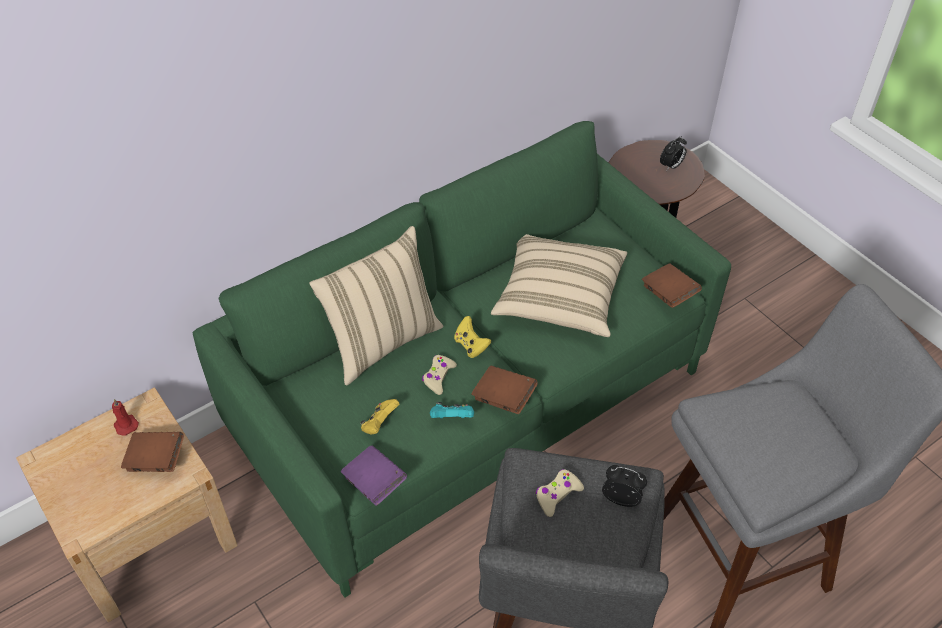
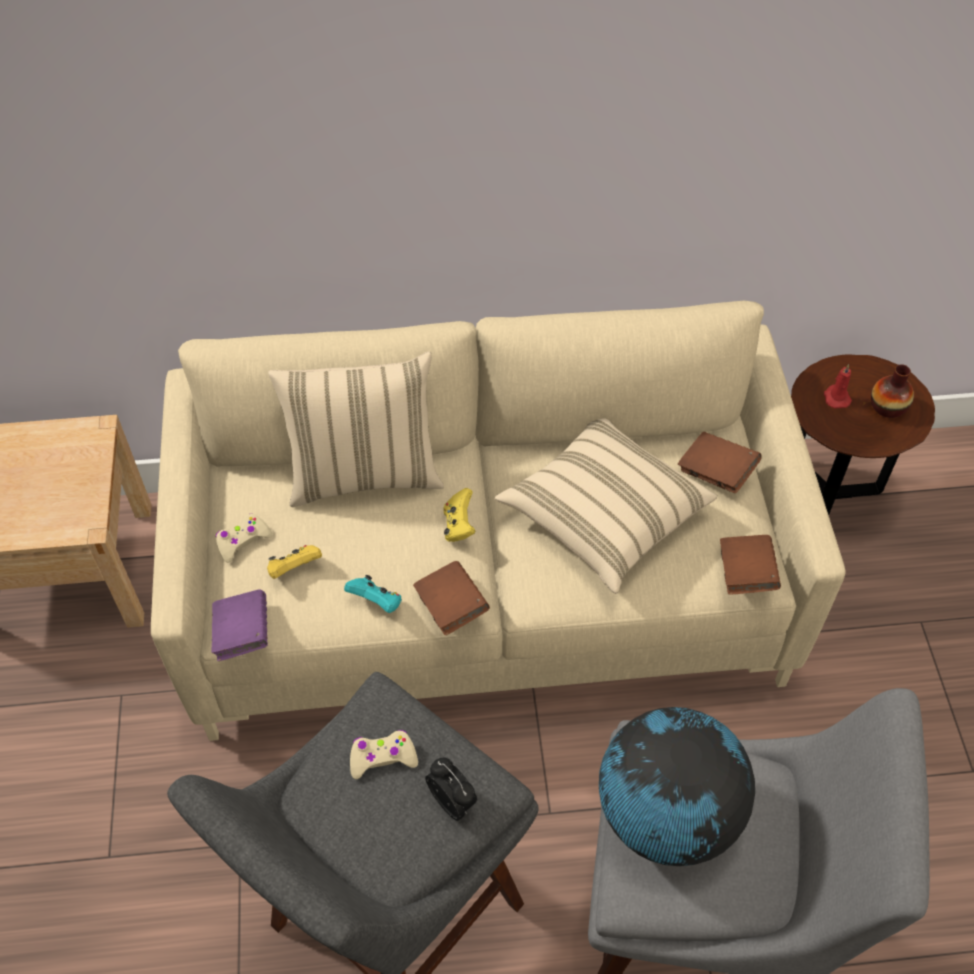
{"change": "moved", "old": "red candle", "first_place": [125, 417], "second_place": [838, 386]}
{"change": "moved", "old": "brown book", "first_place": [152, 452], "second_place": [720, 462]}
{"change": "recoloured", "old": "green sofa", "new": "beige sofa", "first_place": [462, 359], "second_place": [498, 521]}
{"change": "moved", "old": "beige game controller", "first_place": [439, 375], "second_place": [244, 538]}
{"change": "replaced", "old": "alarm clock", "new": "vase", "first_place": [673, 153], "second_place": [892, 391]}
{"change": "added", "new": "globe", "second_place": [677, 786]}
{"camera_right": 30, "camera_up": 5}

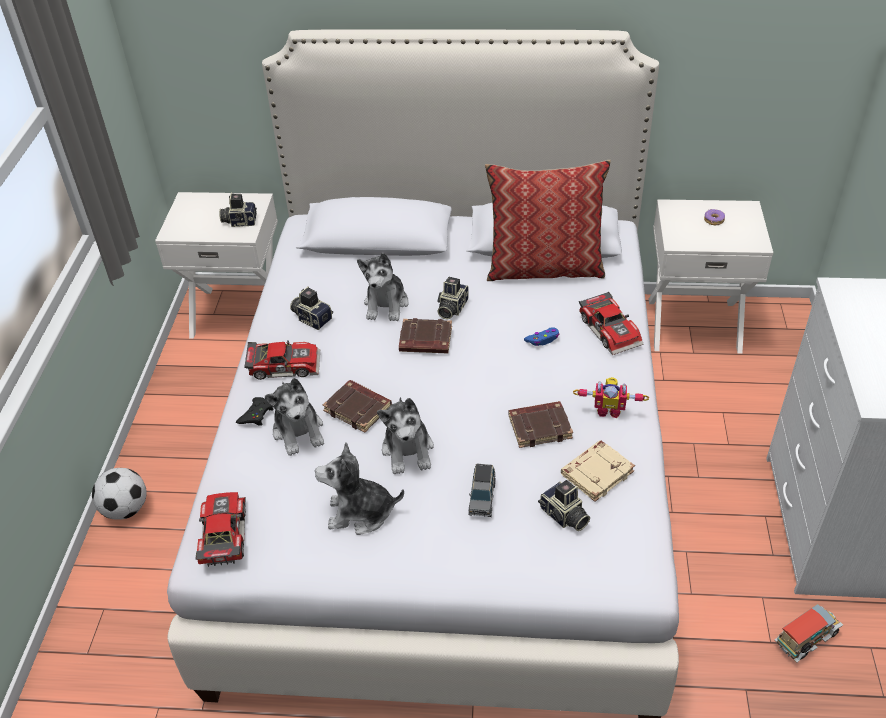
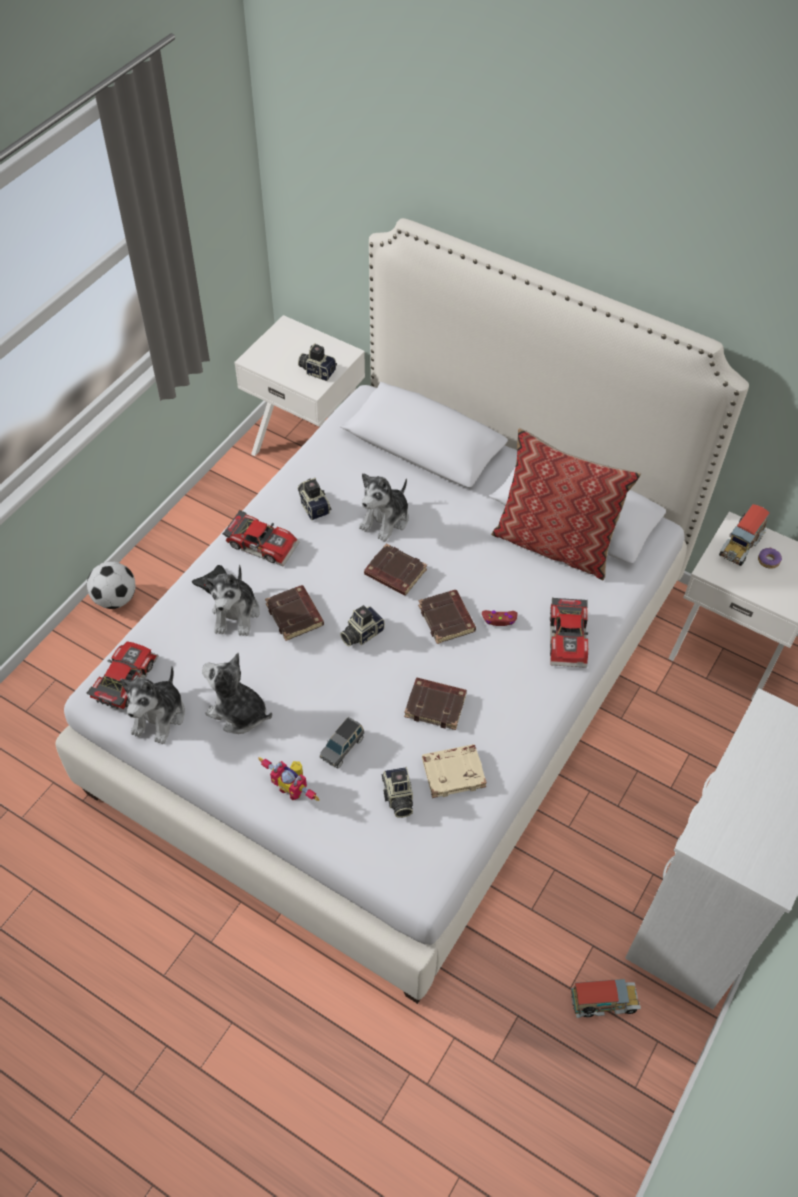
{"change": "moved", "old": "plush toy", "first_place": [405, 436], "second_place": [152, 705]}
{"change": "moved", "old": "photo camera", "first_place": [453, 298], "second_place": [362, 626]}
{"change": "recoloured", "old": "blue game controller", "new": "red game controller", "first_place": [541, 336], "second_place": [499, 618]}
{"change": "moved", "old": "toy robot", "first_place": [611, 397], "second_place": [288, 779]}
{"change": "added", "new": "brown book", "second_place": [447, 617]}
{"change": "added", "new": "toy truck", "second_place": [744, 535]}
{"camera_right": 25, "camera_up": 10}

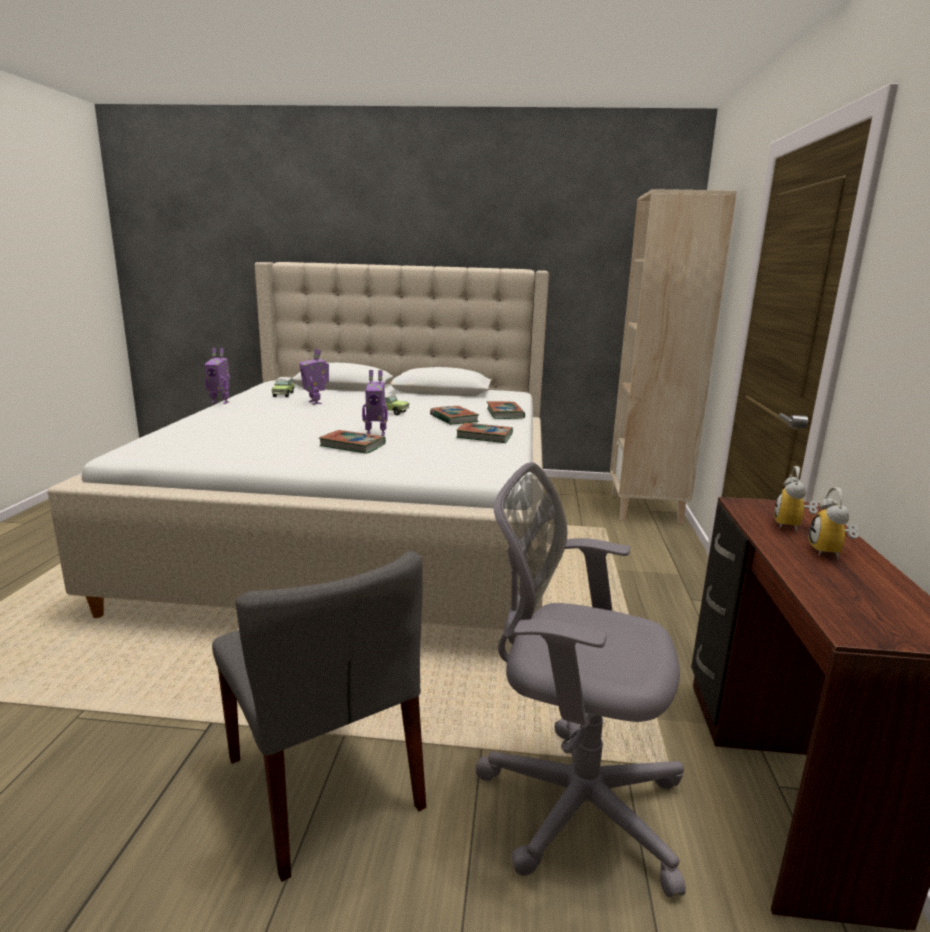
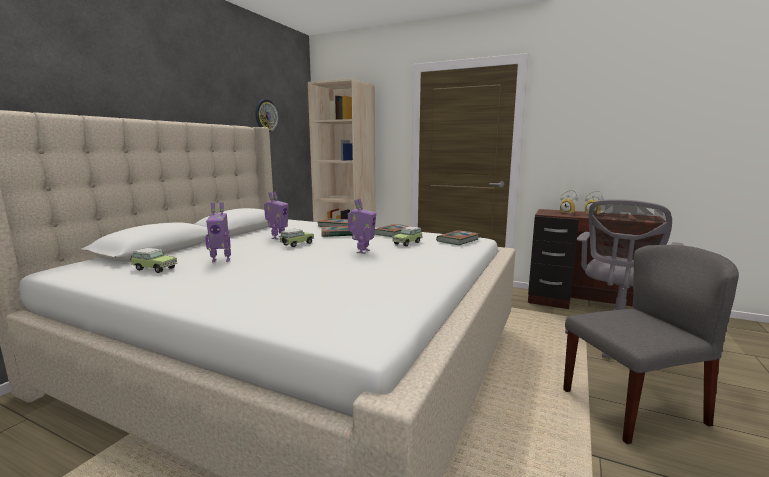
{"change": "moved", "old": "toy robot", "first_place": [217, 376], "second_place": [276, 216]}
{"change": "moved", "old": "book", "first_place": [352, 442], "second_place": [457, 237]}
{"change": "added", "new": "wall clock", "second_place": [267, 116]}
{"change": "added", "new": "toy car", "second_place": [407, 236]}
{"camera_right": -70, "camera_up": -5}

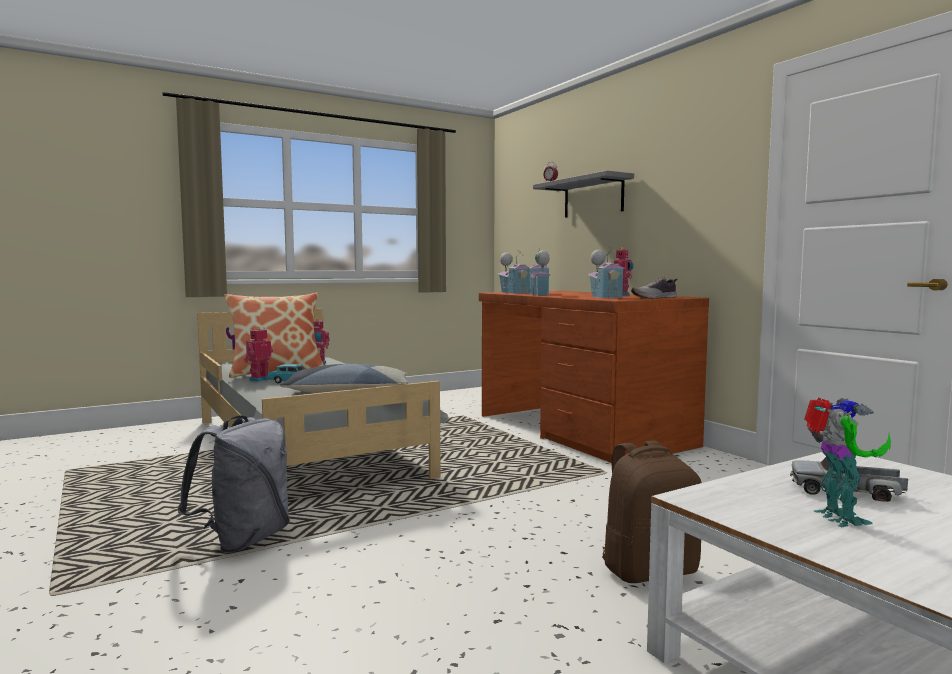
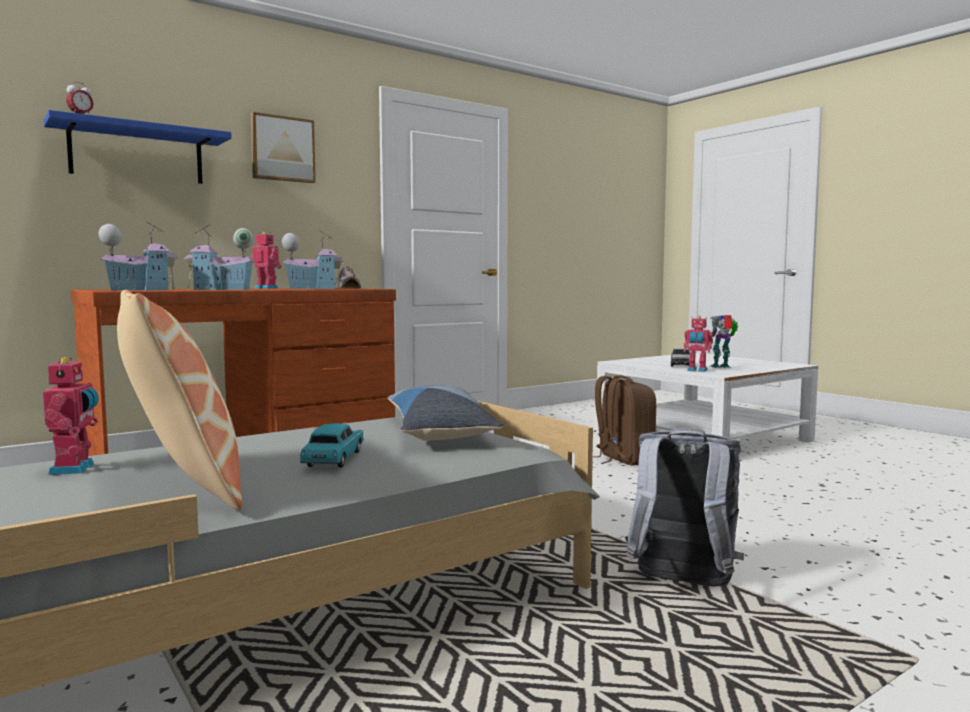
{"change": "moved", "old": "toy robot", "first_place": [258, 354], "second_place": [698, 344]}
{"change": "recoloured", "old": "grey shelf", "new": "blue shelf", "first_place": [583, 194], "second_place": [138, 147]}
{"change": "added", "new": "picture", "second_place": [283, 147]}
{"camera_right": -95, "camera_up": 0}

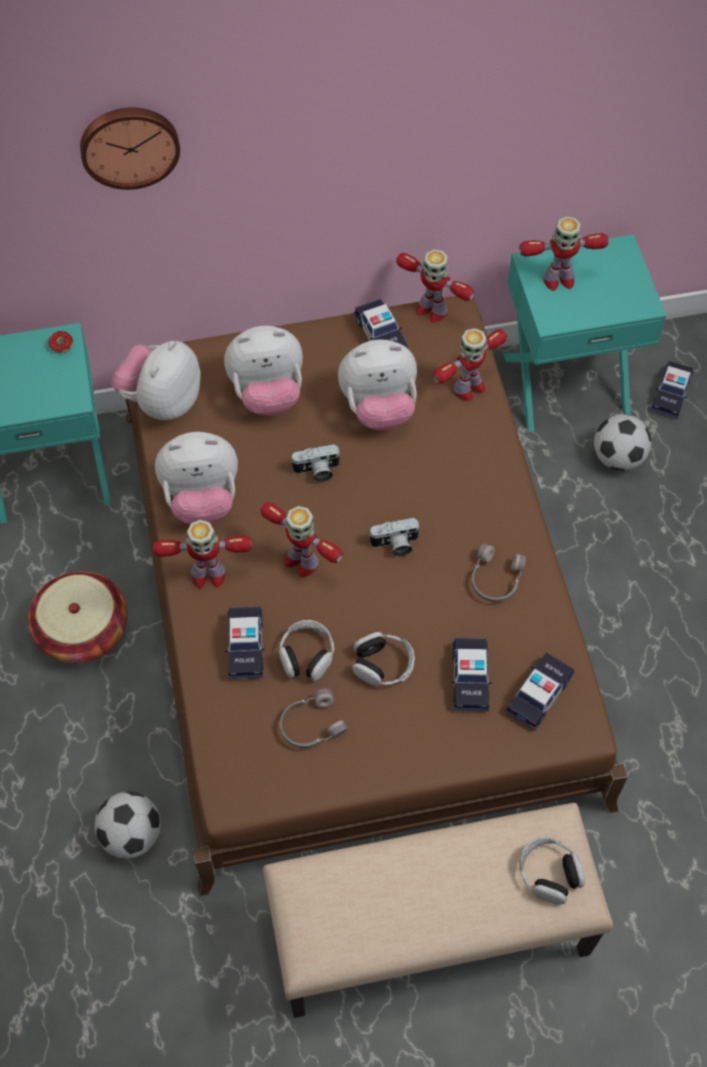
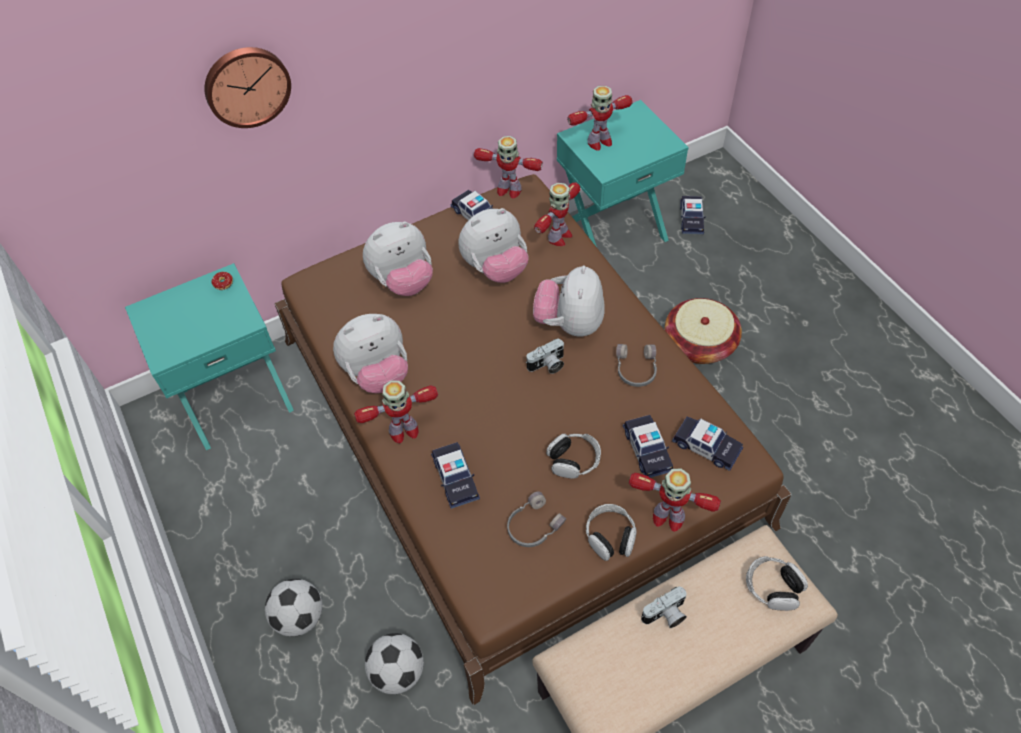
{"change": "moved", "old": "basket", "first_place": [78, 617], "second_place": [703, 331]}
{"change": "moved", "old": "plush toy", "first_place": [156, 380], "second_place": [569, 300]}
{"change": "moved", "old": "toy robot", "first_place": [301, 539], "second_place": [675, 500]}
{"change": "moved", "old": "headphones", "first_place": [306, 651], "second_place": [611, 532]}
{"change": "moved", "old": "photo camera", "first_place": [315, 463], "second_place": [664, 607]}
{"change": "turned", "old": "toy car", "first_place": [540, 691], "second_place": [707, 443], "degrees": 105}
{"change": "moved", "old": "football", "first_place": [622, 442], "second_place": [293, 608]}
{"camera_right": -15, "camera_up": -5}

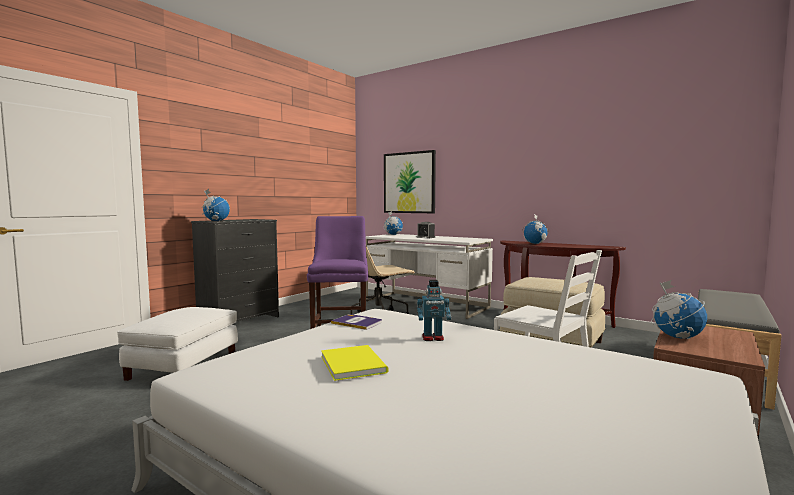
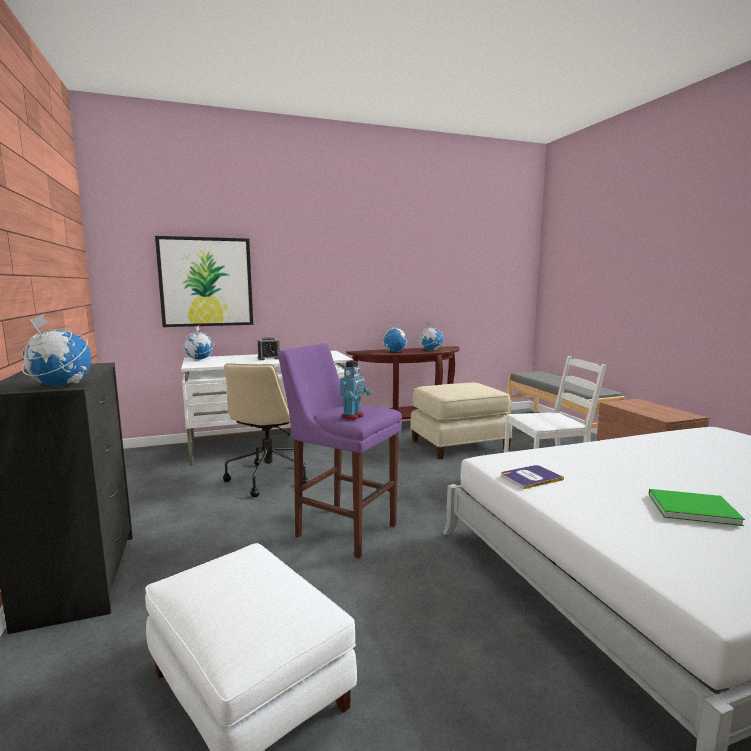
{"change": "recoloured", "old": "yellow book", "new": "green book", "first_place": [354, 363], "second_place": [697, 507]}
{"change": "moved", "old": "toy robot", "first_place": [434, 310], "second_place": [356, 390]}
{"change": "moved", "old": "globe", "first_place": [679, 309], "second_place": [430, 336]}
{"camera_right": -55, "camera_up": 5}

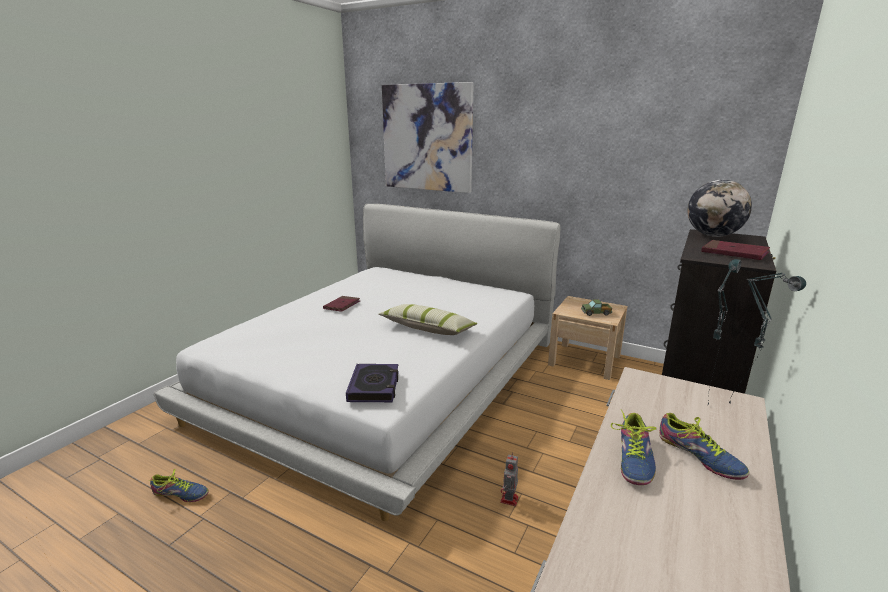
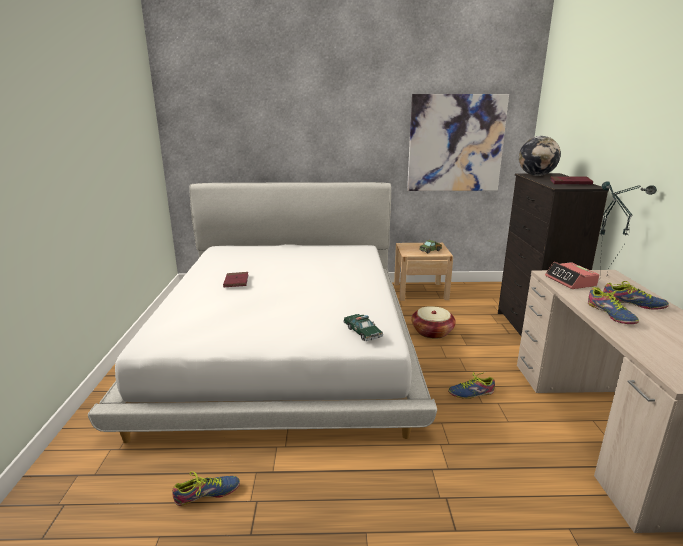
{"change": "replaced", "old": "book", "new": "toy car", "first_place": [372, 383], "second_place": [363, 327]}
{"change": "removed", "old": "pillow", "first_place": [428, 319]}
{"change": "moved", "old": "picture", "first_place": [428, 137], "second_place": [458, 142]}
{"change": "replaced", "old": "toy robot", "new": "shoe", "first_place": [509, 479], "second_place": [471, 385]}
{"change": "added", "new": "basket", "second_place": [433, 322]}
{"change": "added", "new": "alarm clock", "second_place": [572, 275]}
{"camera_right": -30, "camera_up": 0}

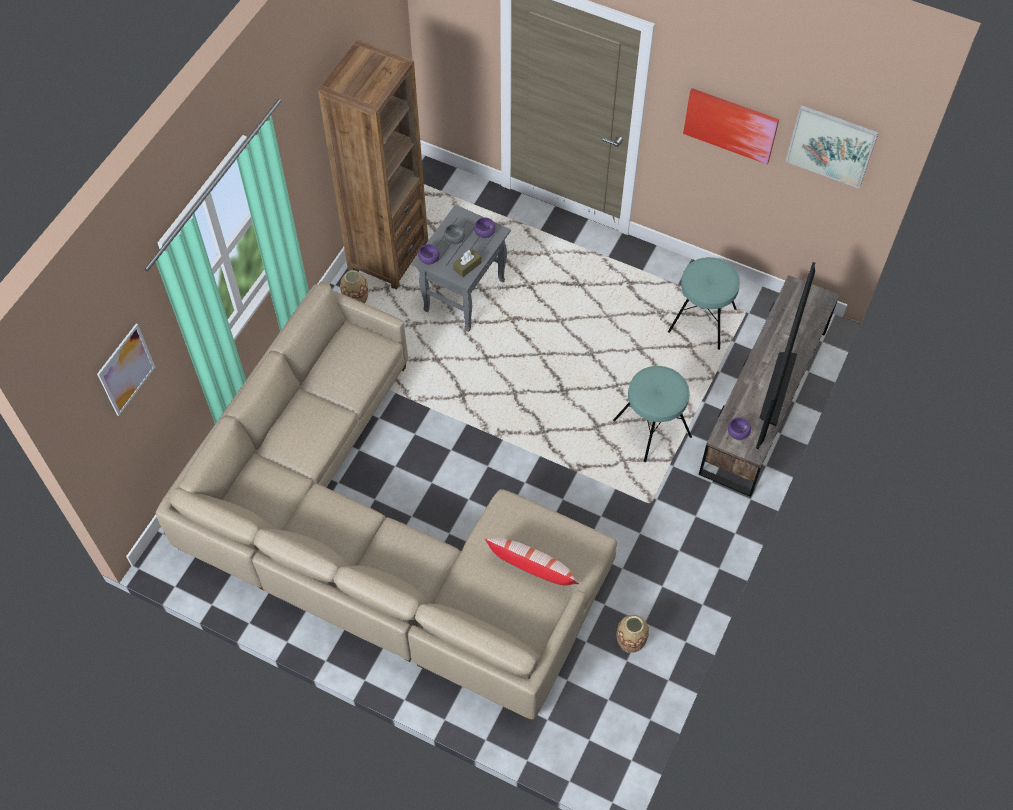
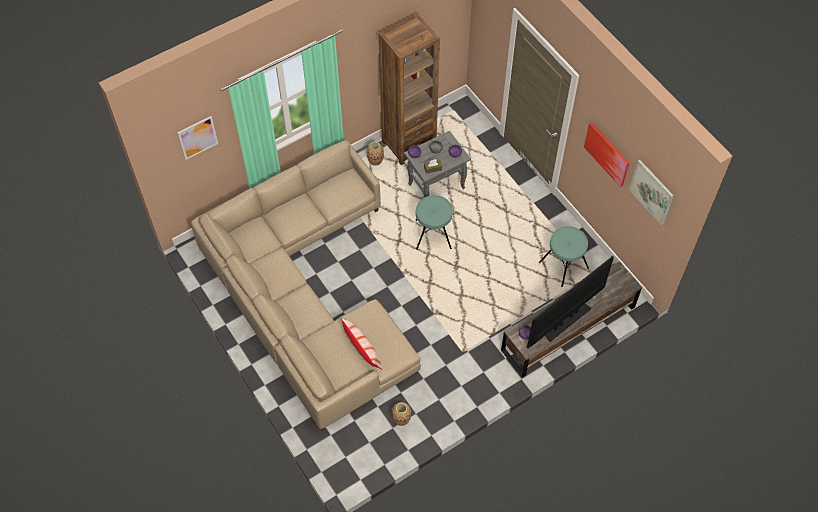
{"change": "moved", "old": "turquoise stool", "first_place": [652, 414], "second_place": [434, 222]}
{"camera_right": 30, "camera_up": 0}

